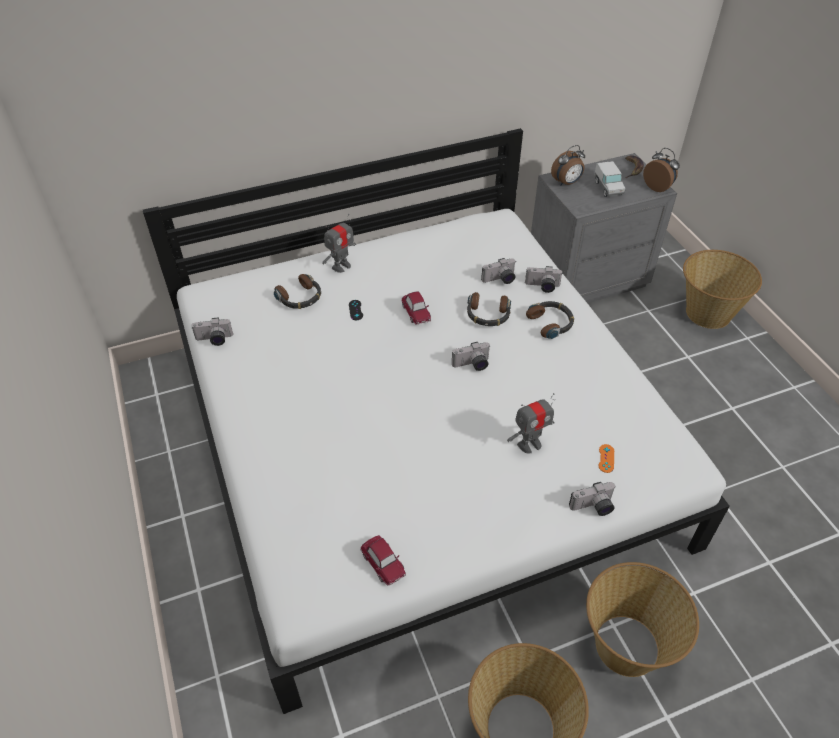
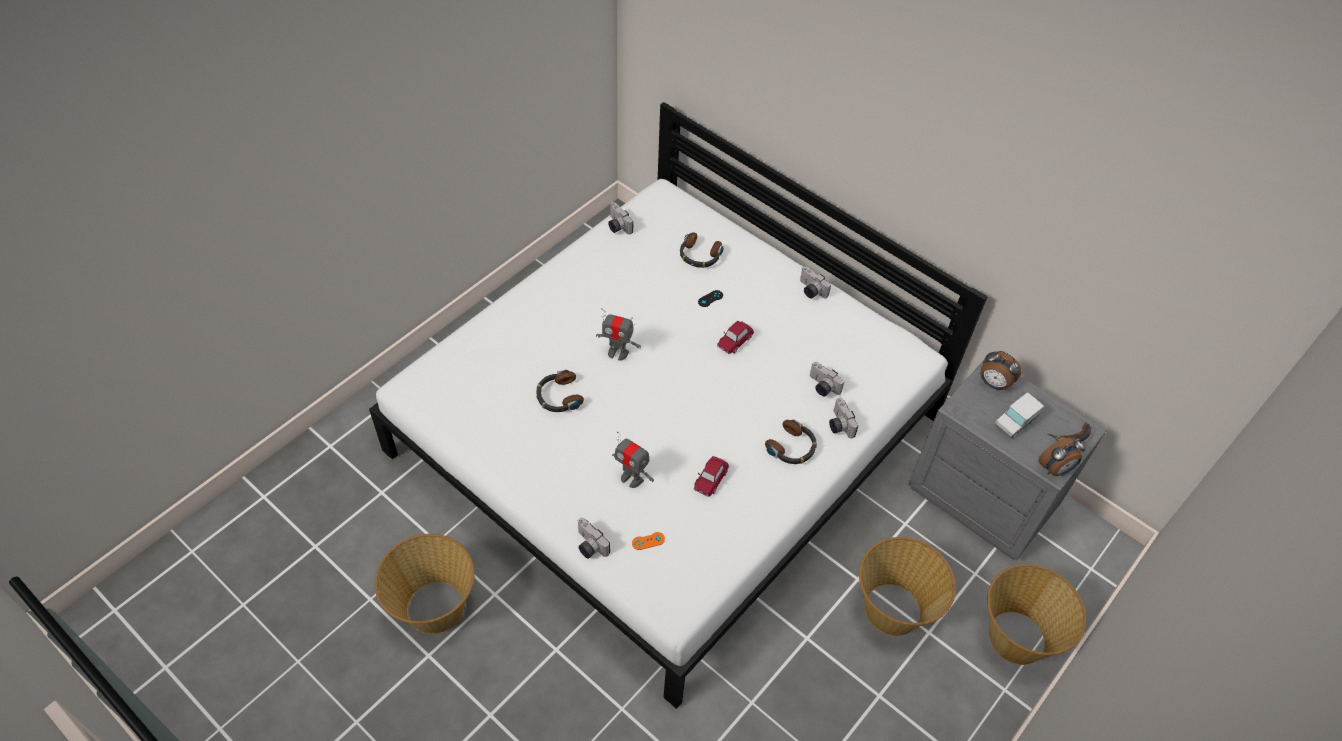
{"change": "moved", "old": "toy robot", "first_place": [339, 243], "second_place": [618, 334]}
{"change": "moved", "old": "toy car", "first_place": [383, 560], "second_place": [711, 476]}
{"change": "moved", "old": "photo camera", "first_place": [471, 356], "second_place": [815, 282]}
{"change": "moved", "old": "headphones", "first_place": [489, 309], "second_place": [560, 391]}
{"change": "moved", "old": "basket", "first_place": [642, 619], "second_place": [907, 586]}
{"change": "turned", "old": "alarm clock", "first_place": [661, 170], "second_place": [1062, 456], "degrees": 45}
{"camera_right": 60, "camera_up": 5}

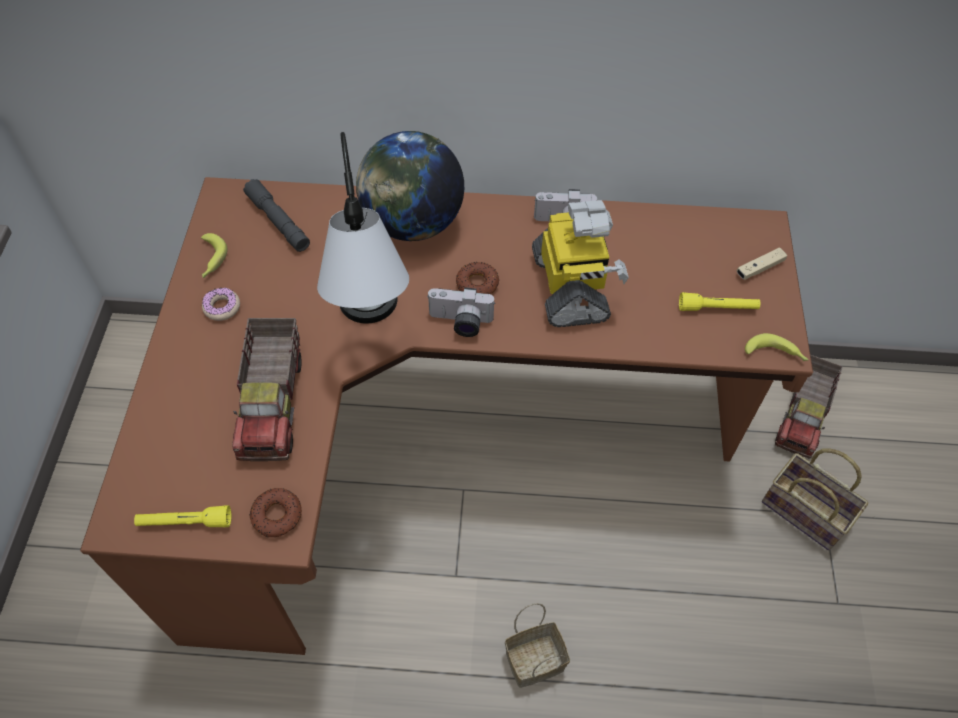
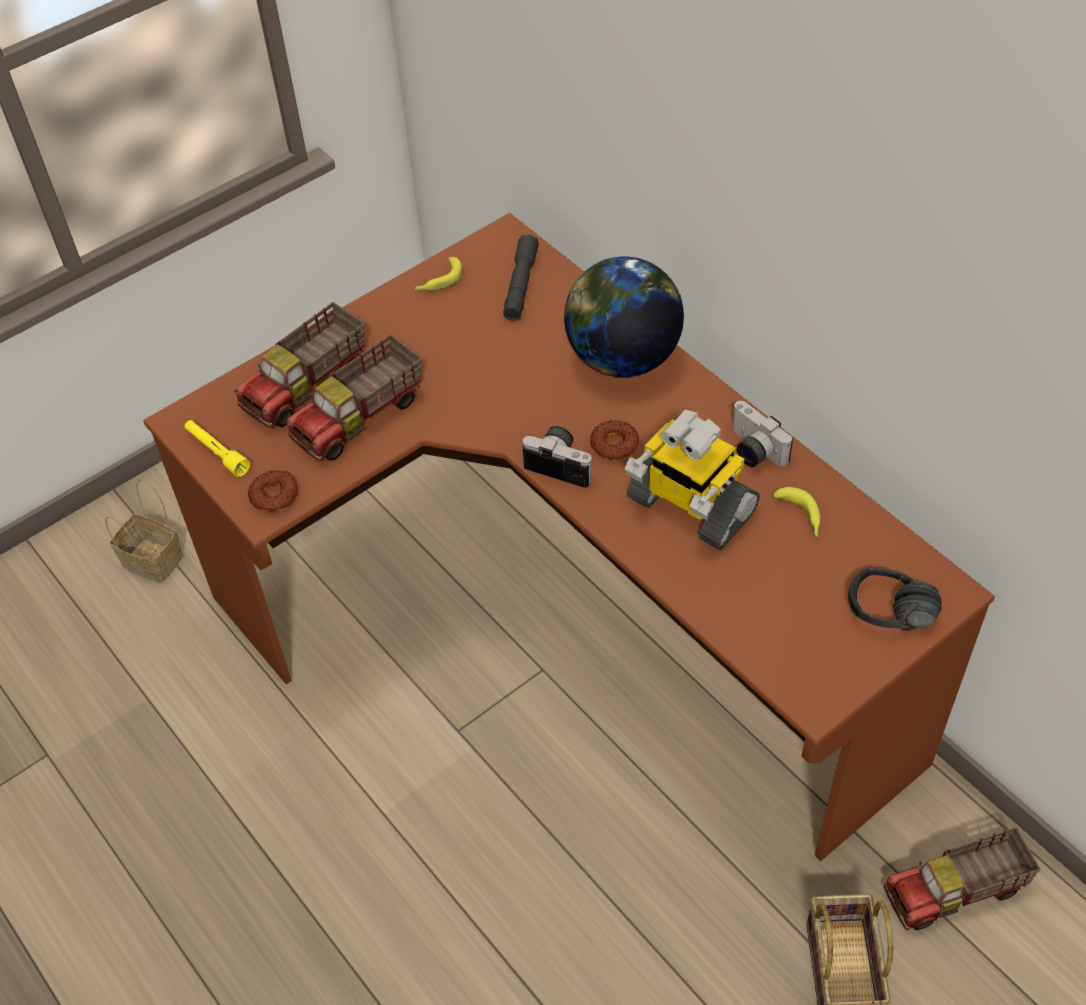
{"change": "removed", "old": "donut", "first_place": [221, 304]}
{"change": "removed", "old": "table lamp", "first_place": [363, 228]}
{"change": "turned", "old": "photo camera", "first_place": [461, 312], "second_place": [557, 457], "degrees": 150}
{"change": "moved", "old": "basket", "first_place": [537, 645], "second_place": [144, 530]}
{"change": "turned", "old": "toy robot", "first_place": [580, 263], "second_place": [692, 480], "degrees": 90}
{"change": "removed", "old": "yellow flashlight", "first_place": [719, 301]}
{"change": "replaced", "old": "beige game controller", "new": "black headphones", "first_place": [762, 263], "second_place": [895, 599]}
{"change": "moved", "old": "banana", "first_place": [777, 347], "second_place": [796, 512]}
{"change": "added", "new": "toy truck", "second_place": [300, 365]}
{"camera_right": 50, "camera_up": -5}

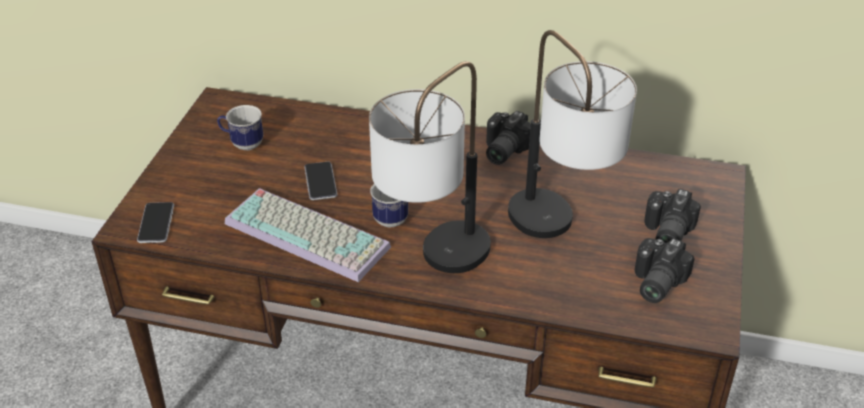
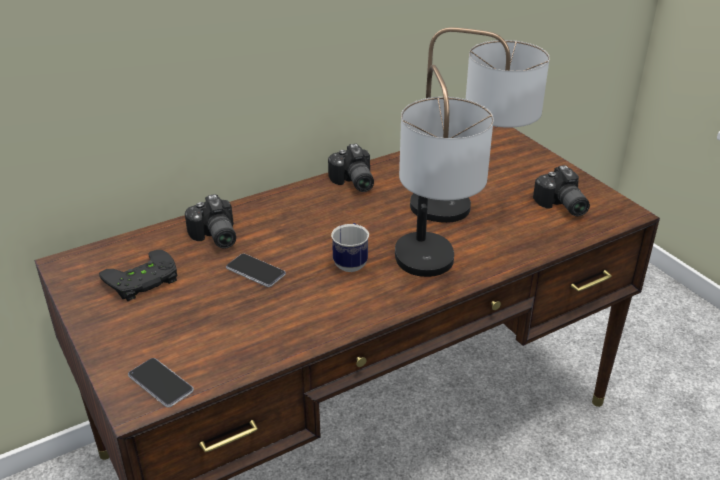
{"change": "replaced", "old": "mug", "new": "black game controller", "first_place": [240, 127], "second_place": [138, 275]}
{"change": "removed", "old": "keyboard", "first_place": [308, 235]}
{"change": "moved", "old": "photo camera", "first_place": [672, 216], "second_place": [210, 221]}
{"camera_right": -45, "camera_up": -5}

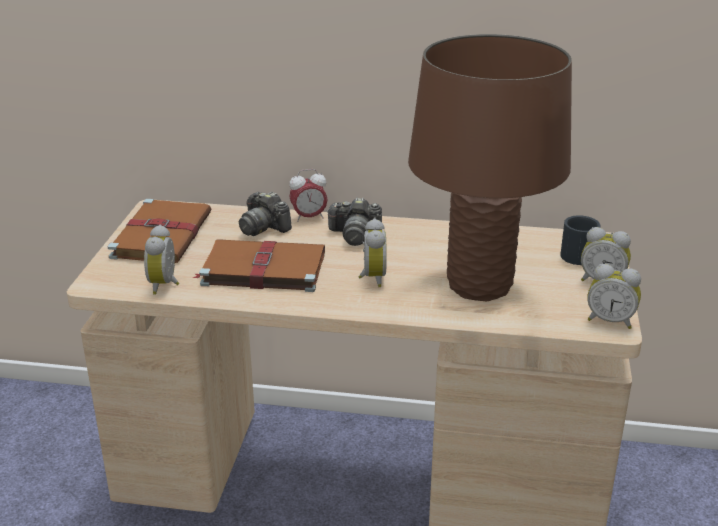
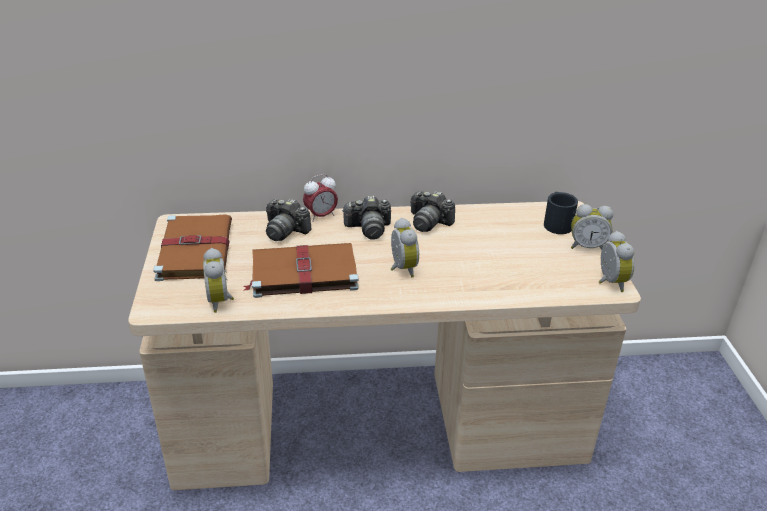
{"change": "removed", "old": "brown table lamp", "first_place": [490, 167]}
{"change": "turned", "old": "alarm clock", "first_place": [614, 296], "second_place": [616, 261], "degrees": -105}
{"change": "added", "new": "photo camera", "second_place": [433, 211]}
{"camera_right": -15, "camera_up": 5}

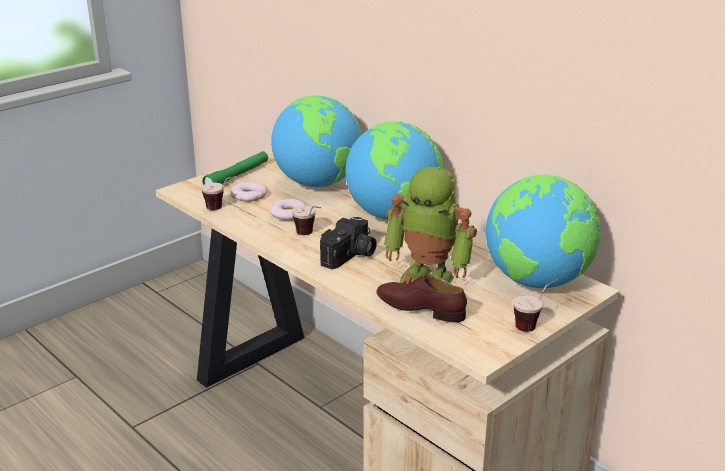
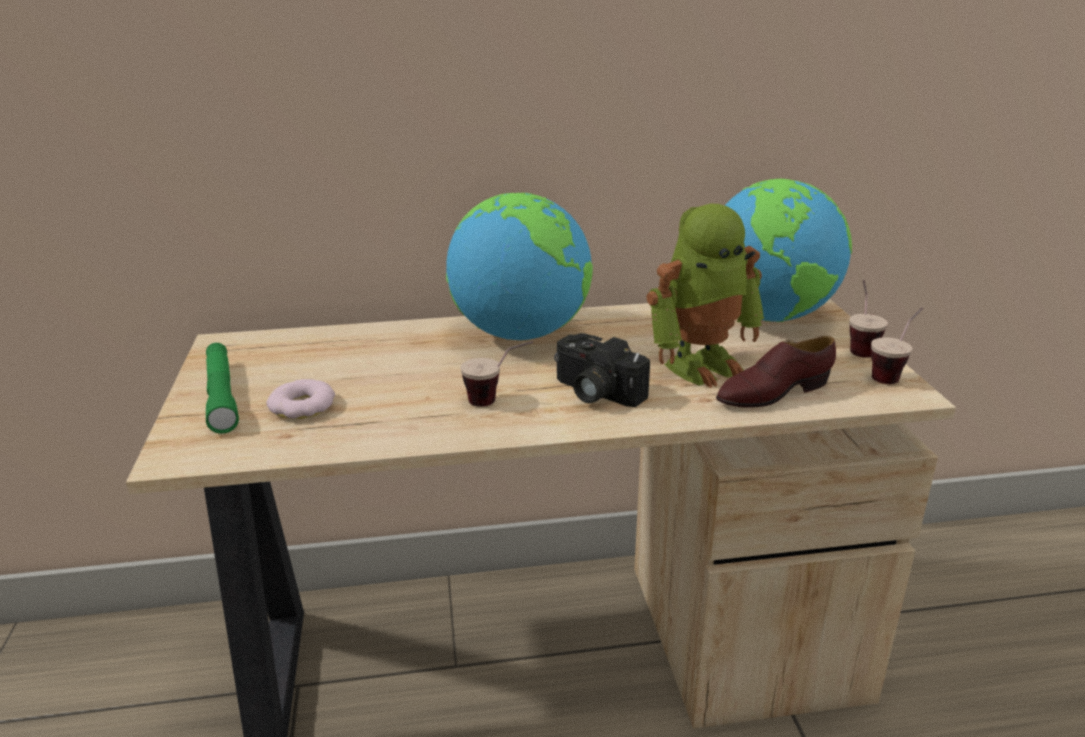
{"change": "moved", "old": "cup", "first_place": [220, 192], "second_place": [897, 345]}
{"change": "removed", "old": "donut", "first_place": [288, 209]}
{"change": "removed", "old": "globe", "first_place": [316, 141]}
{"change": "turned", "old": "photo camera", "first_place": [348, 243], "second_place": [602, 370], "degrees": 150}
{"camera_right": -55, "camera_up": 0}

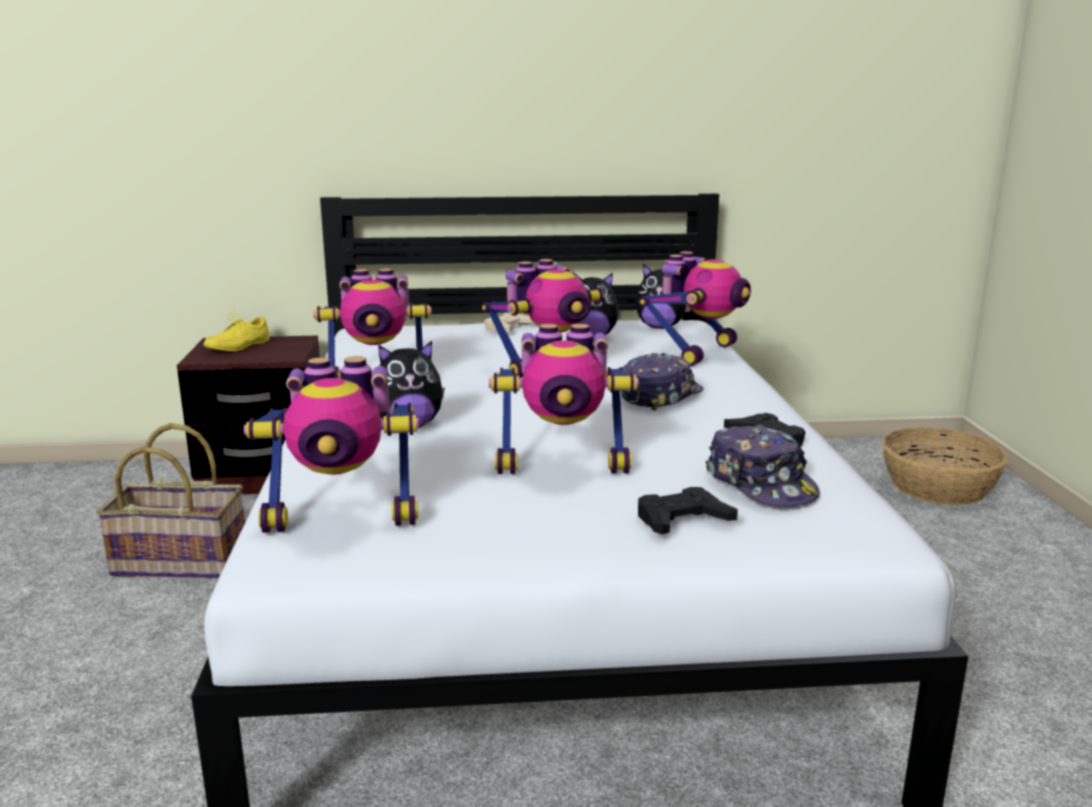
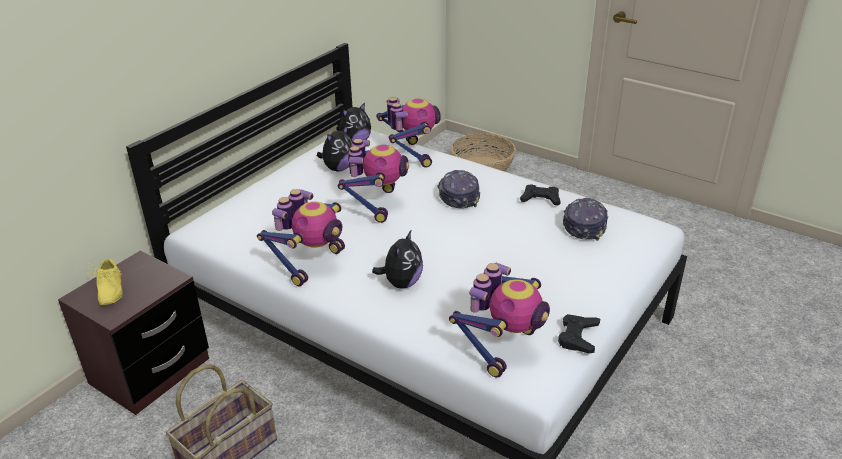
{"change": "removed", "old": "beige game controller", "first_place": [510, 322]}
{"change": "removed", "old": "toy robot", "first_place": [564, 399]}
{"change": "moved", "old": "black game controller", "first_place": [688, 510], "second_place": [579, 334]}
{"change": "turned", "old": "cap", "first_place": [763, 465], "second_place": [585, 219], "degrees": -90}
{"camera_right": -50, "camera_up": 15}

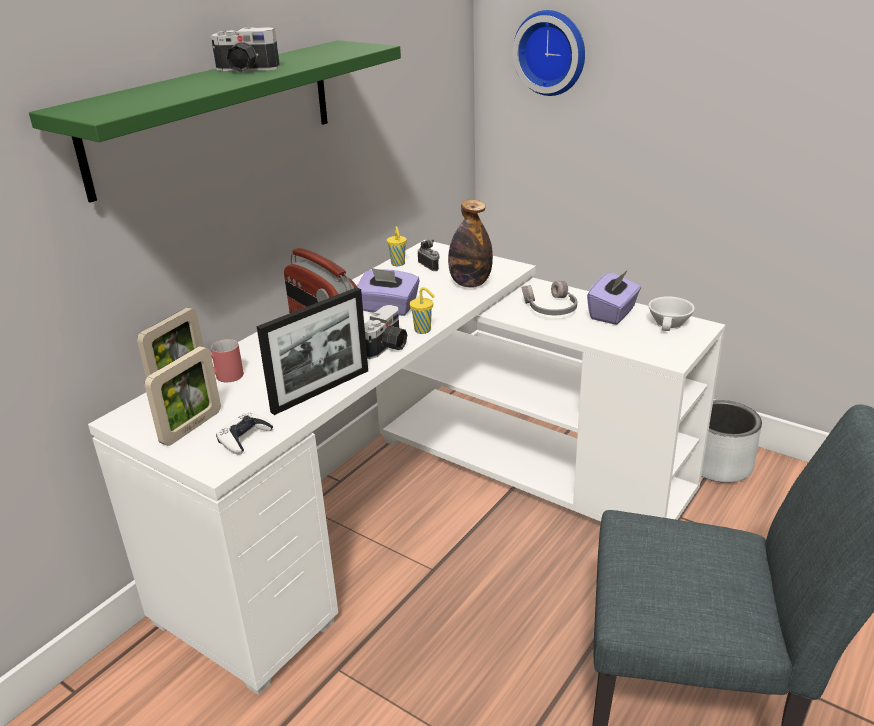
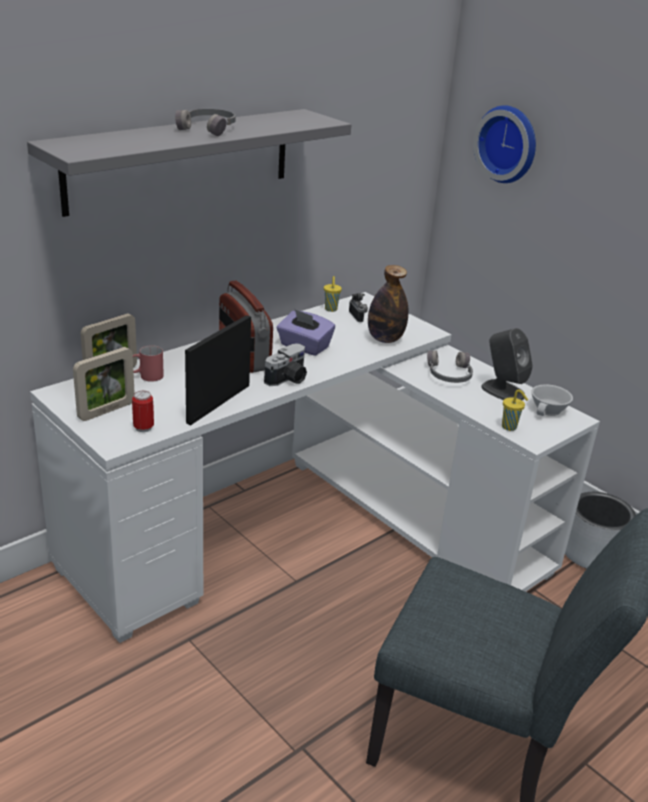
{"change": "recoloured", "old": "green shelf", "new": "grey shelf", "first_place": [215, 121], "second_place": [189, 163]}
{"change": "replaced", "old": "photo camera", "new": "grey headphones", "first_place": [245, 50], "second_place": [205, 122]}
{"change": "replaced", "old": "white game controller", "new": "can", "first_place": [244, 434], "second_place": [143, 411]}
{"change": "turned", "old": "picture frame", "first_place": [312, 351], "second_place": [218, 370], "degrees": 150}
{"change": "moved", "old": "yellow cup", "first_place": [422, 310], "second_place": [515, 410]}
{"change": "replaced", "old": "purple tissue box", "new": "grey speaker", "first_place": [614, 297], "second_place": [507, 364]}
{"camera_right": 10, "camera_up": 0}

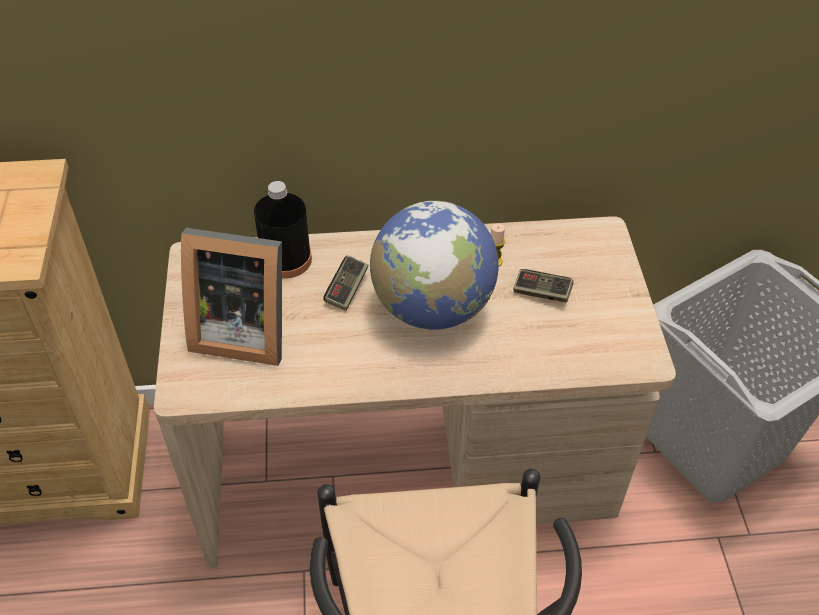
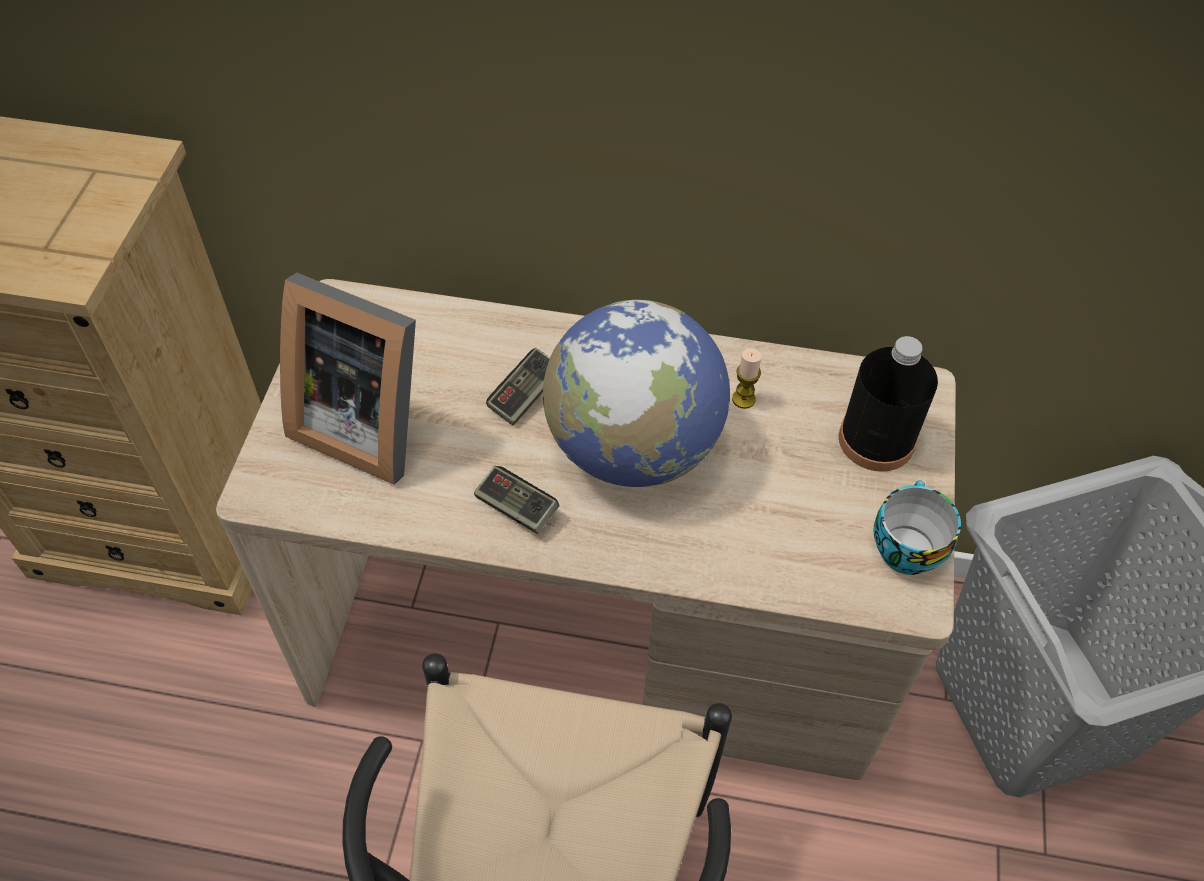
{"change": "moved", "old": "black bottle", "first_place": [283, 230], "second_place": [888, 404]}
{"change": "moved", "old": "game controller", "first_place": [543, 286], "second_place": [516, 500]}
{"change": "added", "new": "cup", "second_place": [917, 527]}
{"camera_right": 15, "camera_up": 5}

